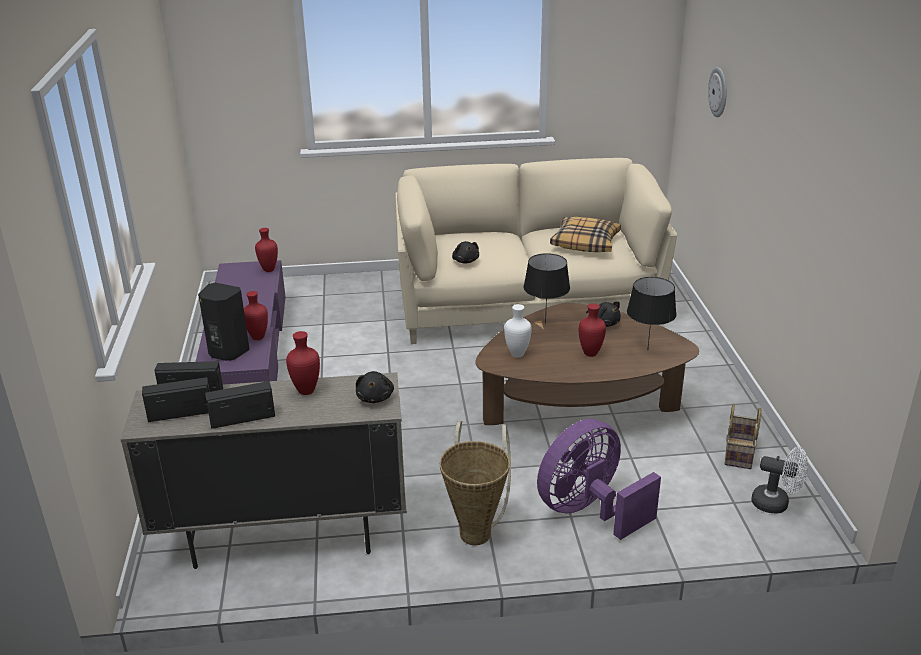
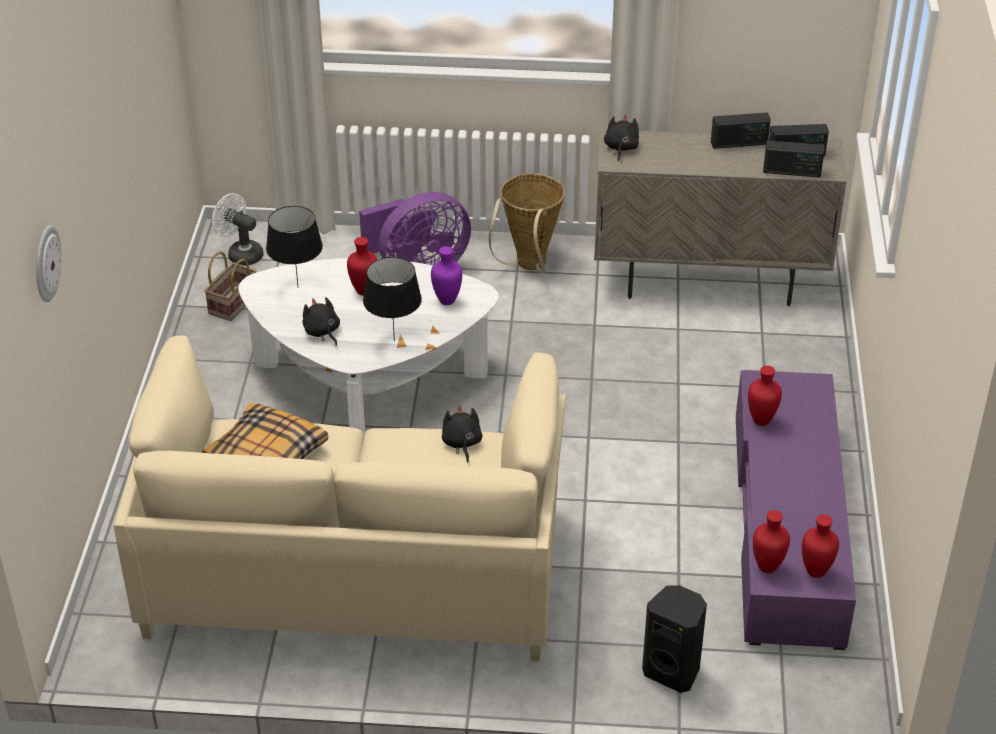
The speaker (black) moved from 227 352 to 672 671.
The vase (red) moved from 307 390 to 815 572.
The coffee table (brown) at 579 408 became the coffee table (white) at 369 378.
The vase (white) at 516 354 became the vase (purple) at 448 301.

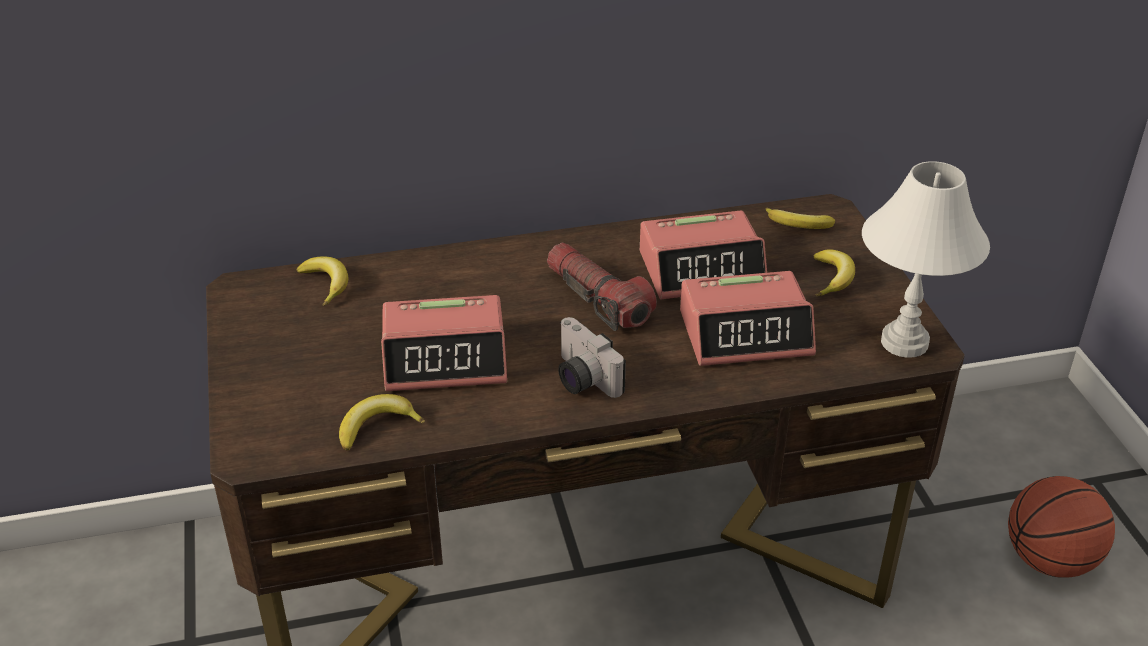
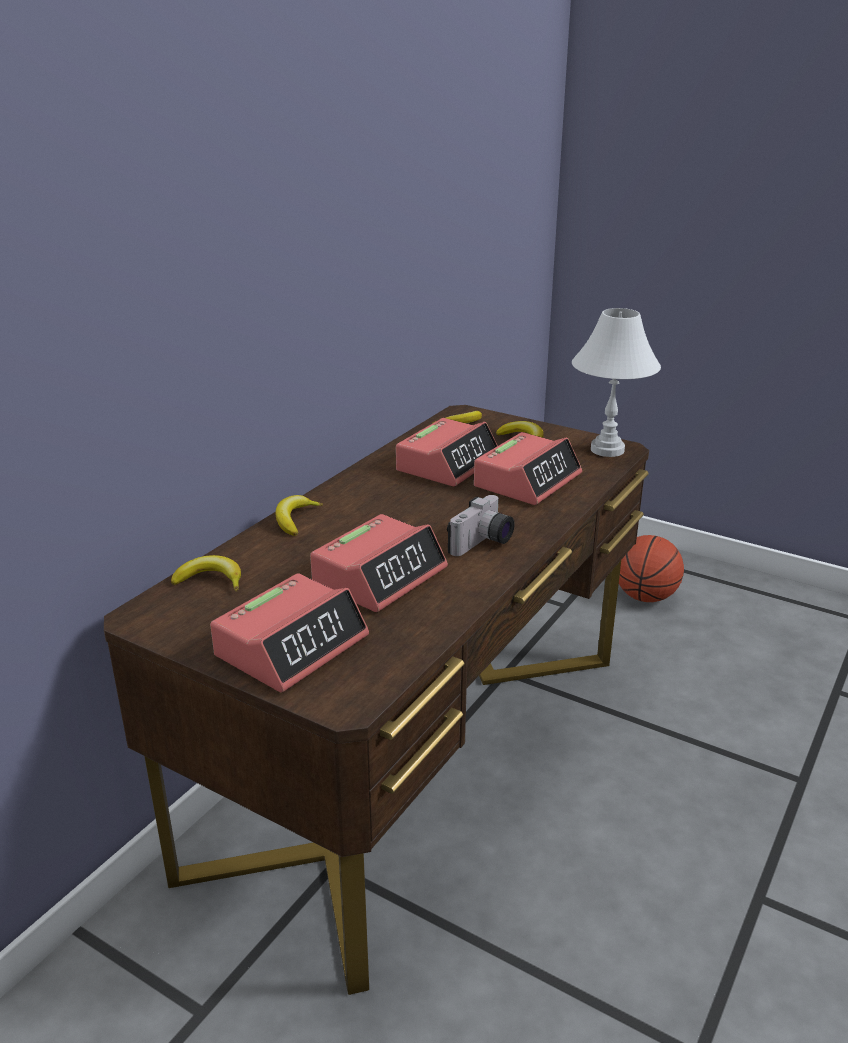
The banana moved from 377 427 to 295 520.
The flashlight at 598 299 disappeared.
The photo camera at 581 379 turned 60 degrees counterclockwise.
The alarm clock at 292 646 appeared.

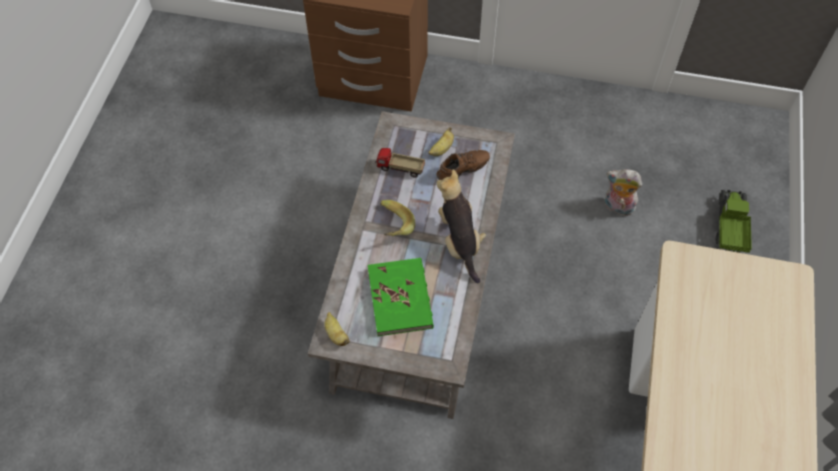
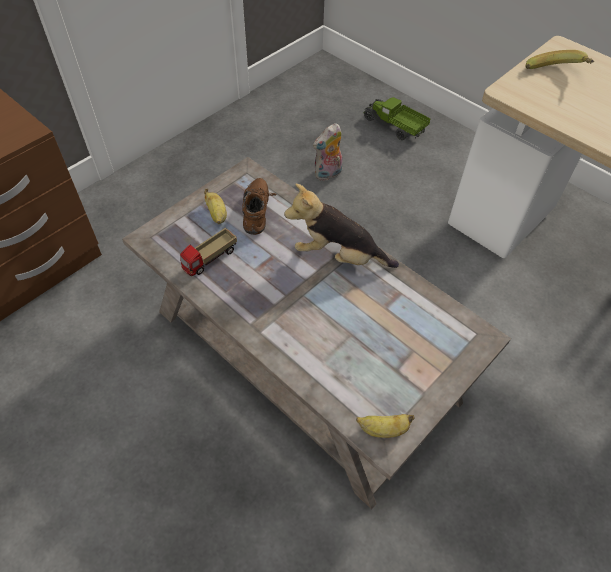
The book (green) at 400 298 disappeared.
The banana moved from 392 227 to 555 75.

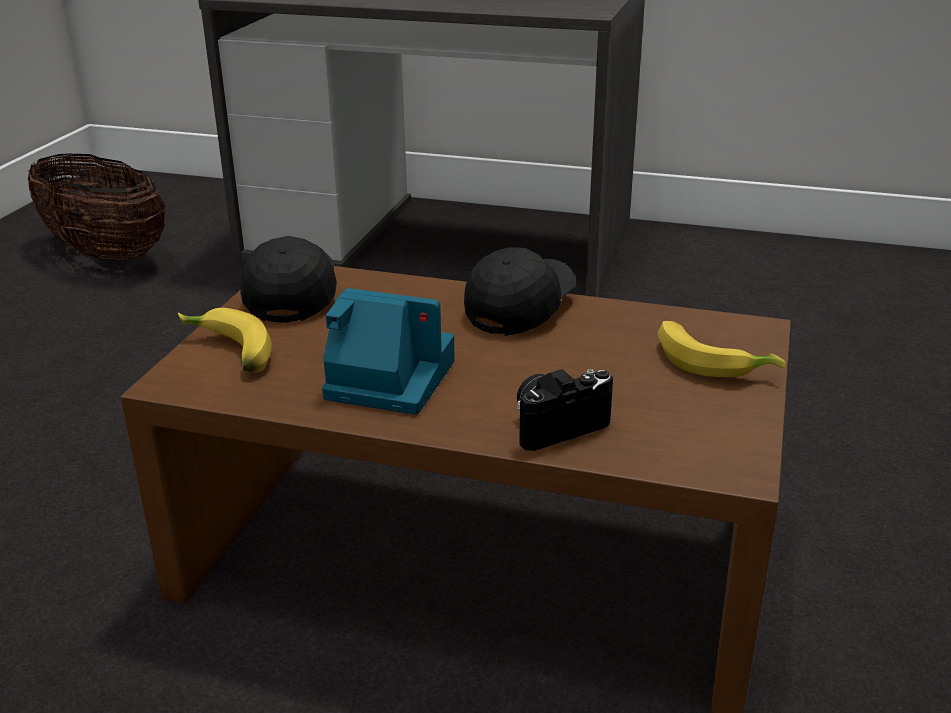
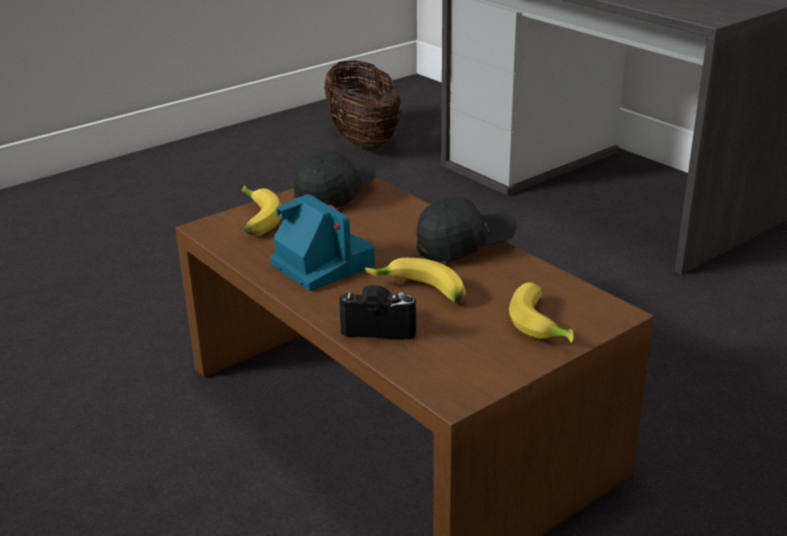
The banana at 418 292 appeared.

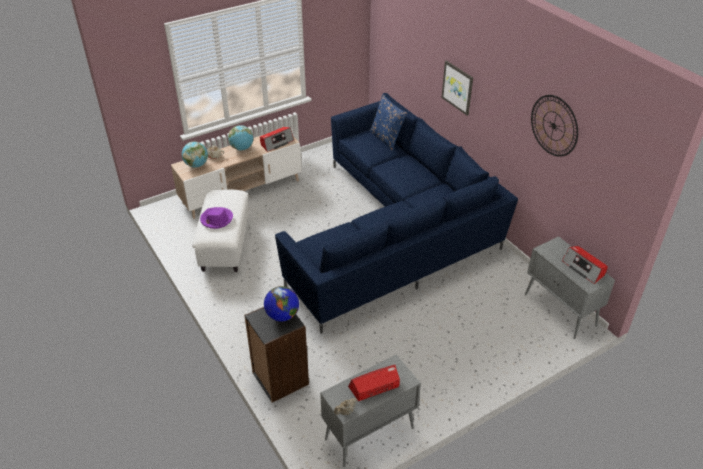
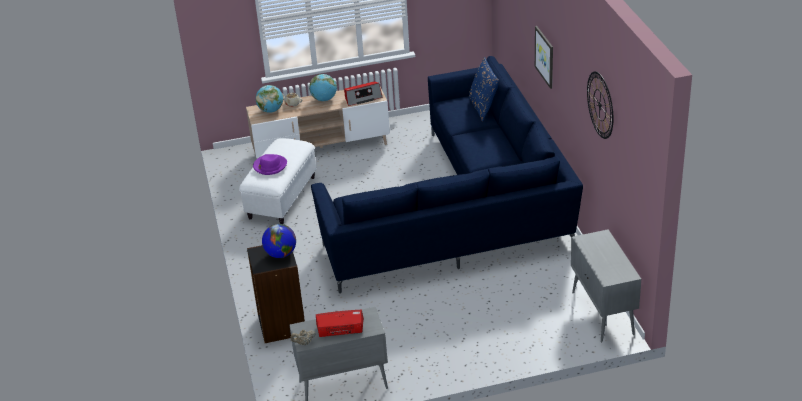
The radio at 584 268 disappeared.

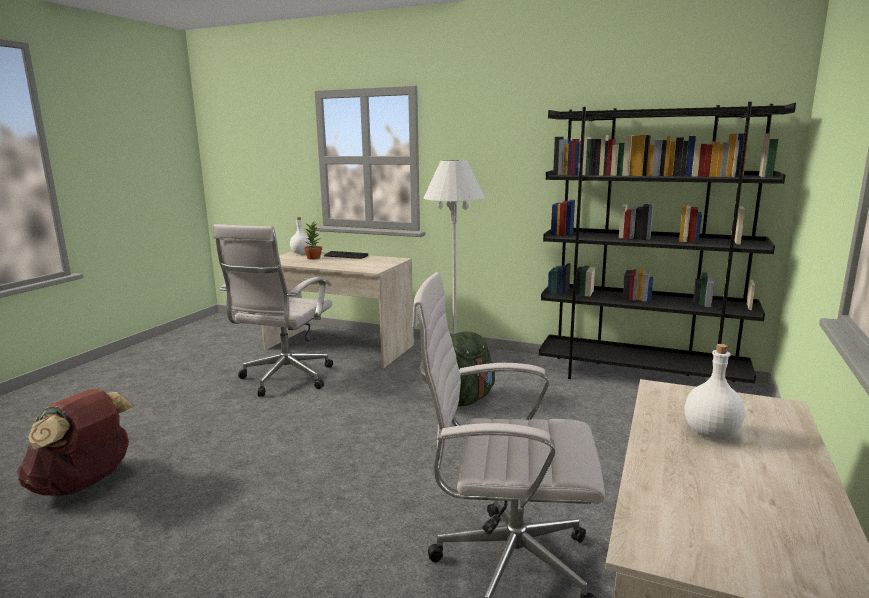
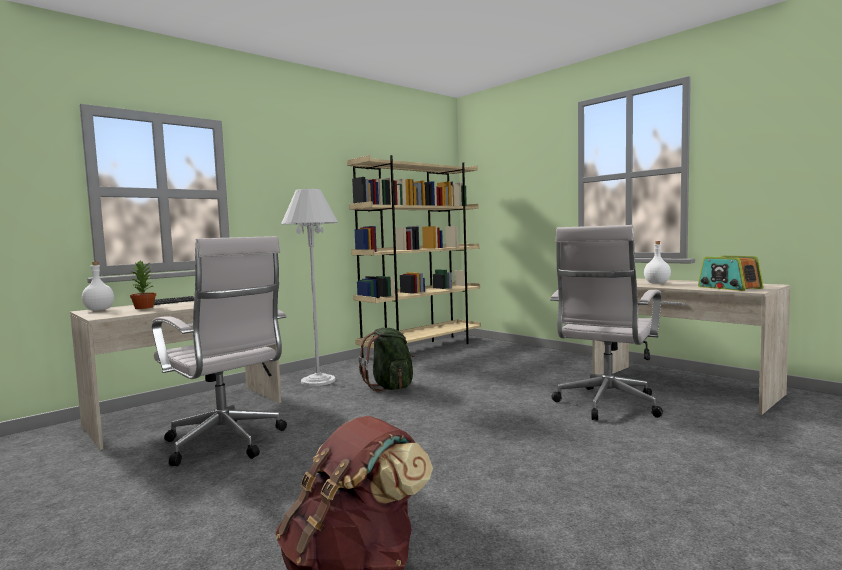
The bookcase (black) at 640 378 became the bookcase (beige) at 422 349.
The radio at 729 288 appeared.

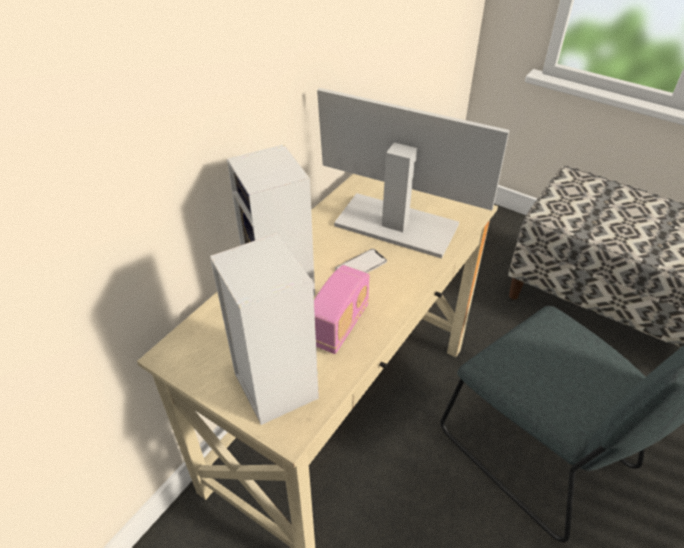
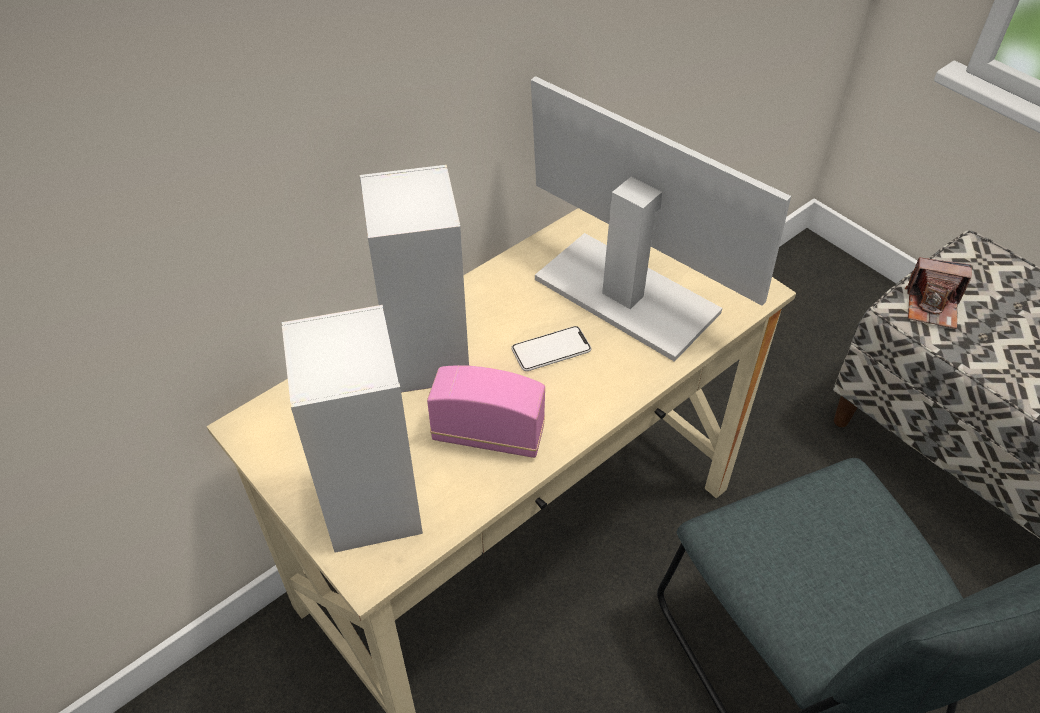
The radio at 339 326 turned 120 degrees counterclockwise.
The photo camera at 932 306 appeared.

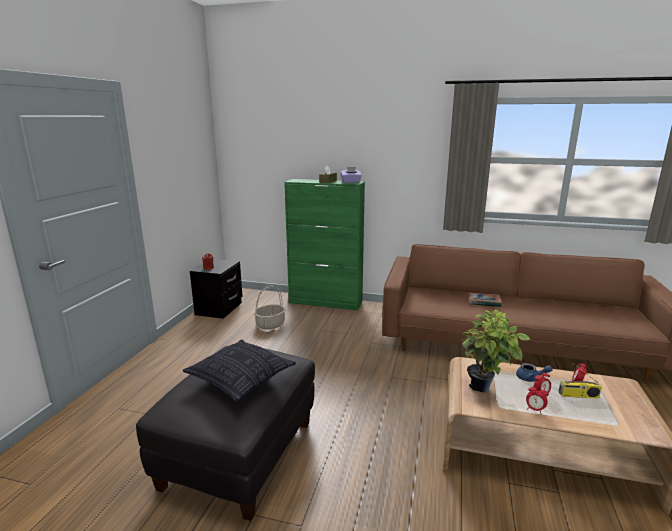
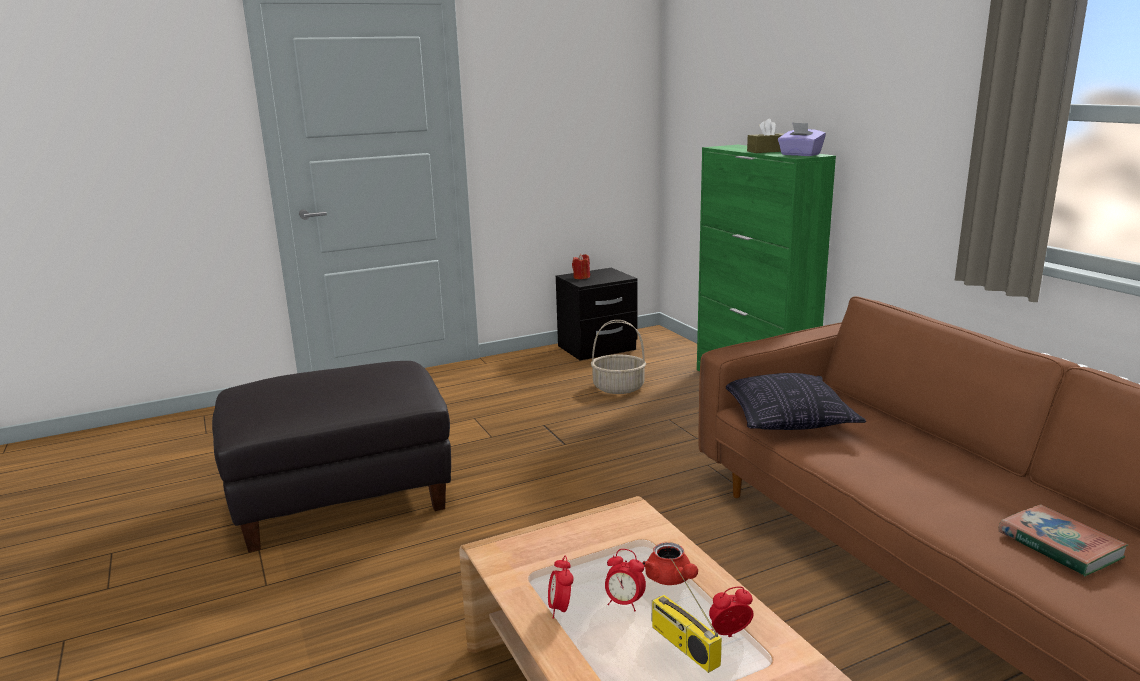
The pillow moved from 240 379 to 786 419.
The potted plant at 484 390 disappeared.
The book moved from 484 302 to 1059 545.
The teapot (blue) at 531 378 became the teapot (red) at 671 579.

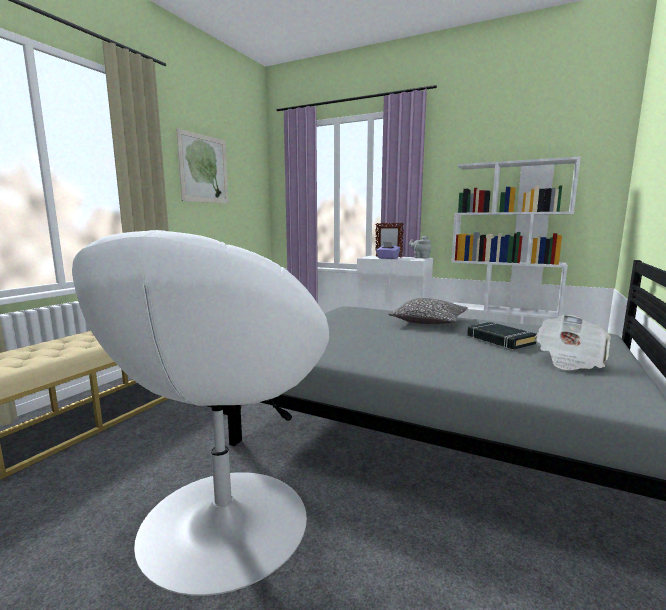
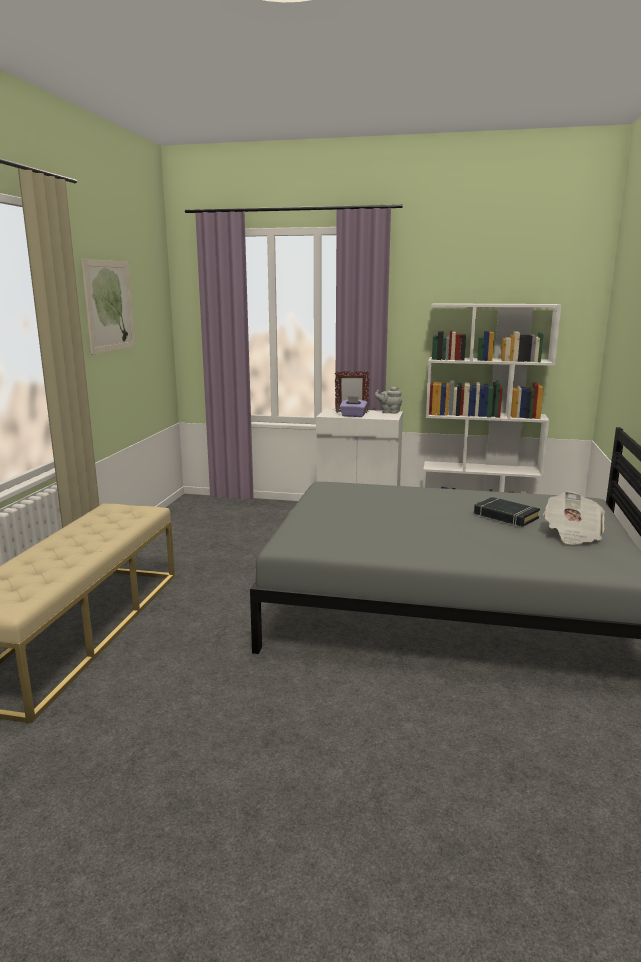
The armchair (white) at 222 525 disappeared.
The pillow at 428 321 disappeared.

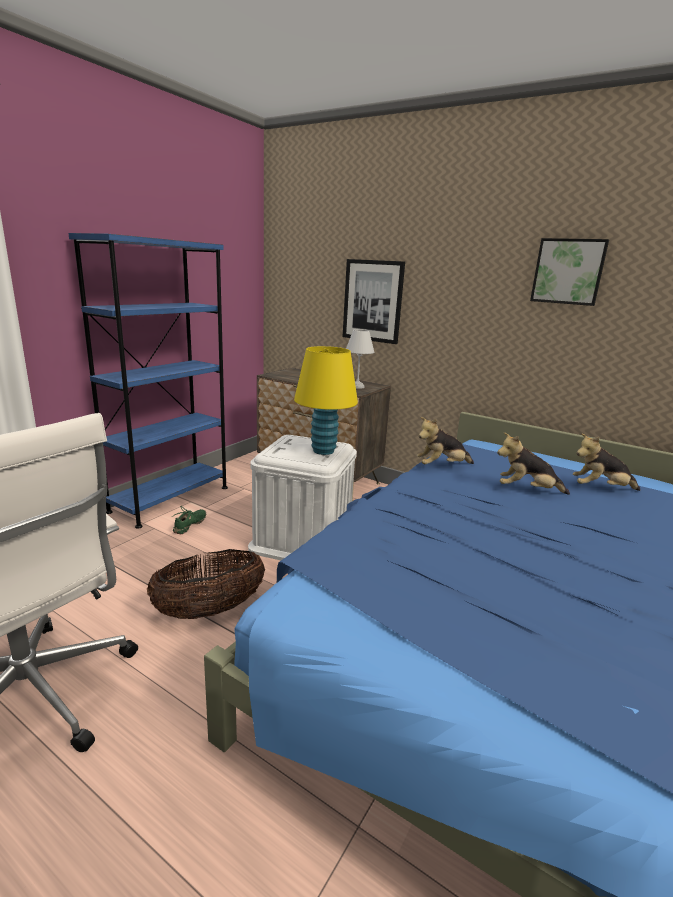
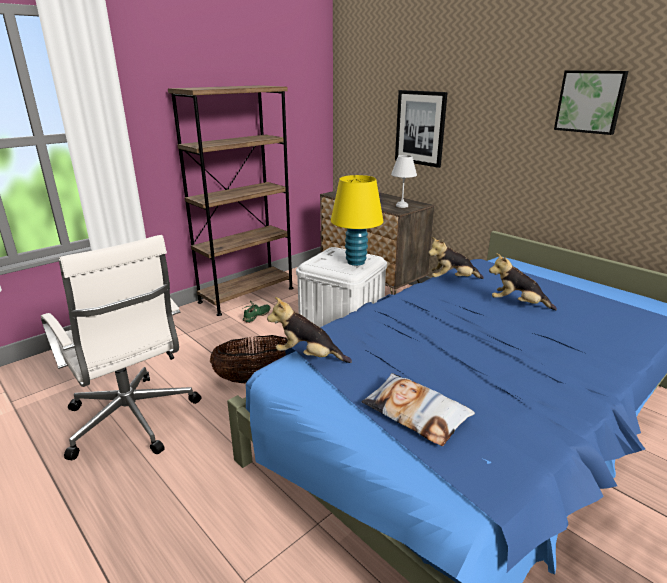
The bookcase (blue) at 170 499 became the bookcase (brown) at 247 295.
The plush toy moved from 600 488 to 308 357.
The pillow at 416 413 appeared.

